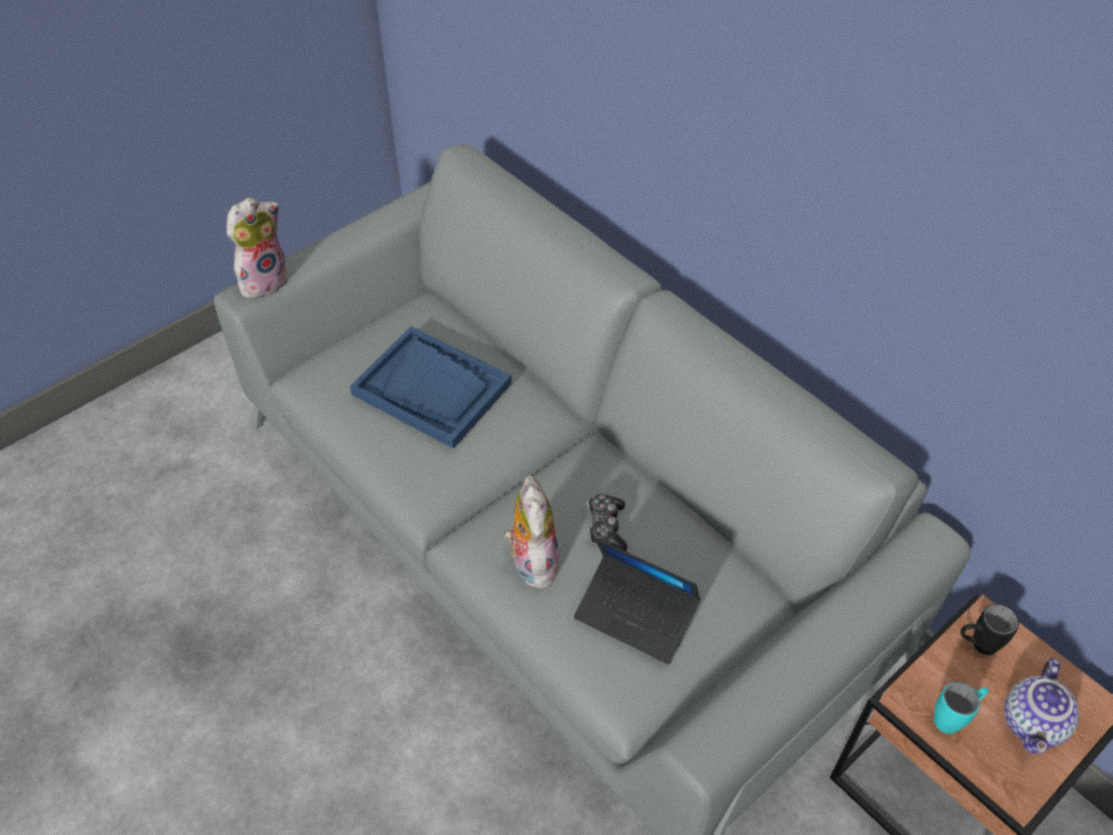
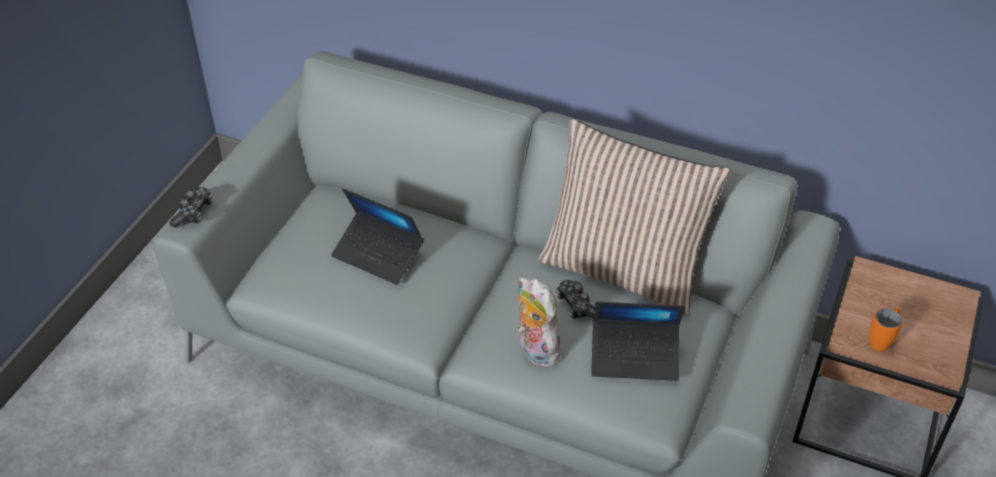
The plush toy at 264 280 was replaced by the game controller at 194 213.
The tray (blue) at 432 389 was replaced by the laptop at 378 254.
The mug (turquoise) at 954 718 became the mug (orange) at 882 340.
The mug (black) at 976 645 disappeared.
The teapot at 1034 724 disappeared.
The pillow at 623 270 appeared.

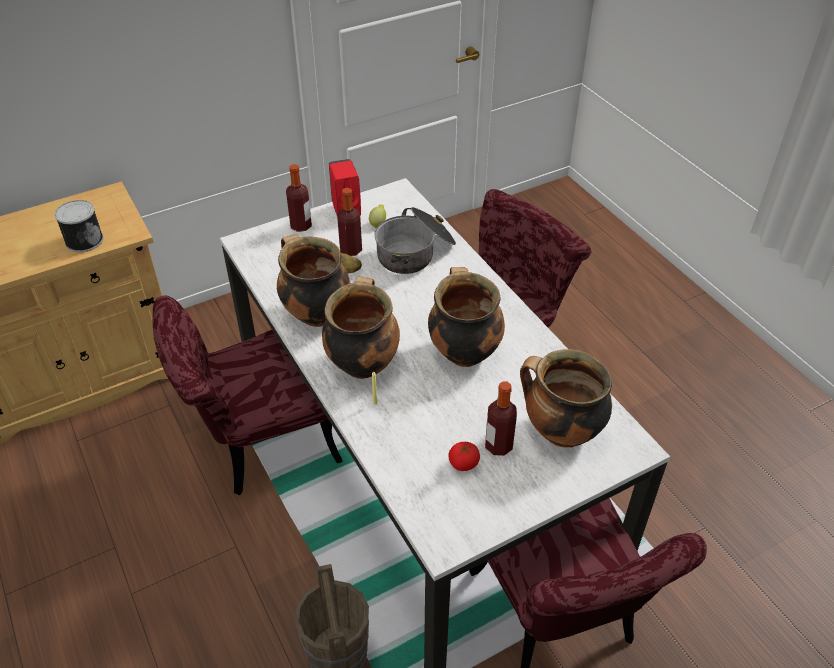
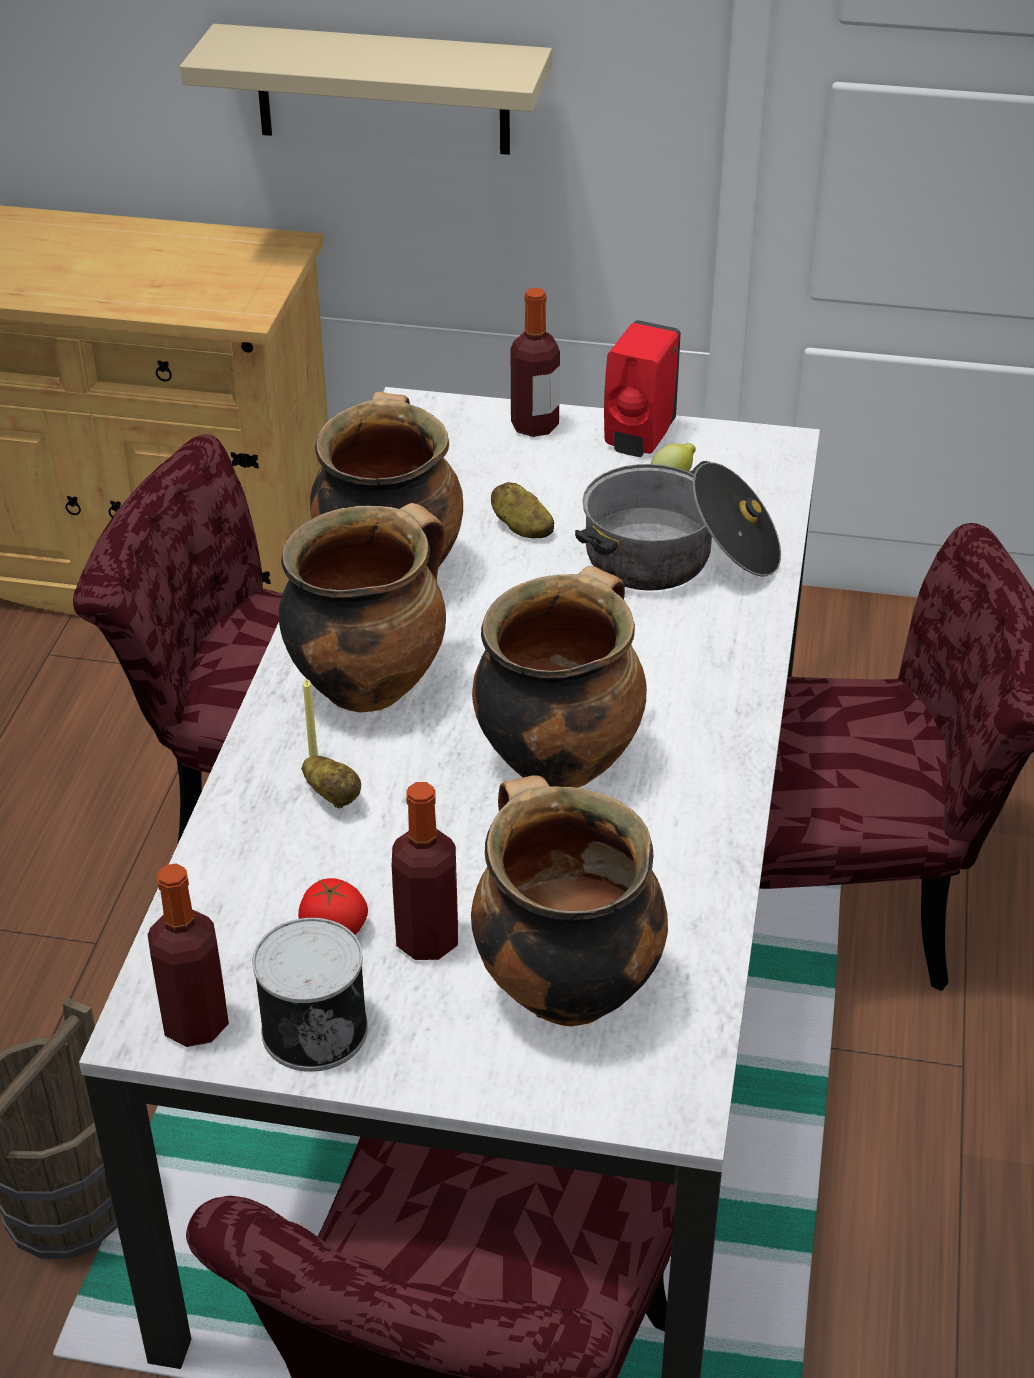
The can moved from 84 240 to 314 1027.
The bottle moved from 351 250 to 196 1023.
The shelf (beige) at 383 90 appeared.
The potato at 333 795 appeared.

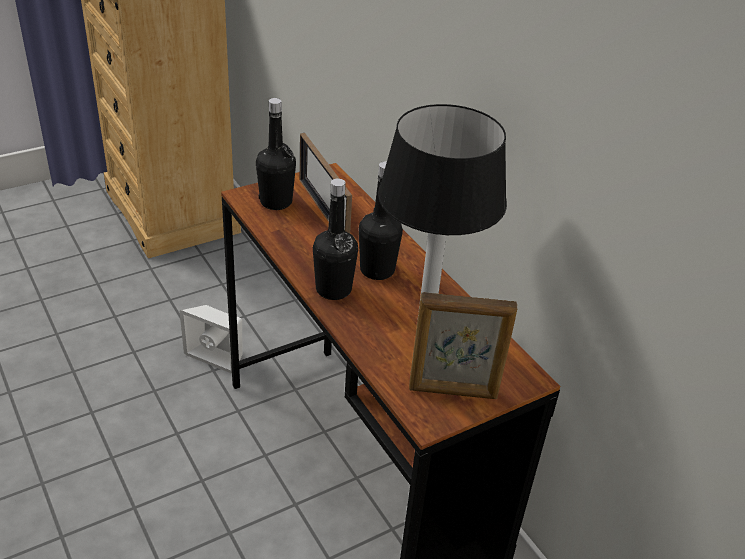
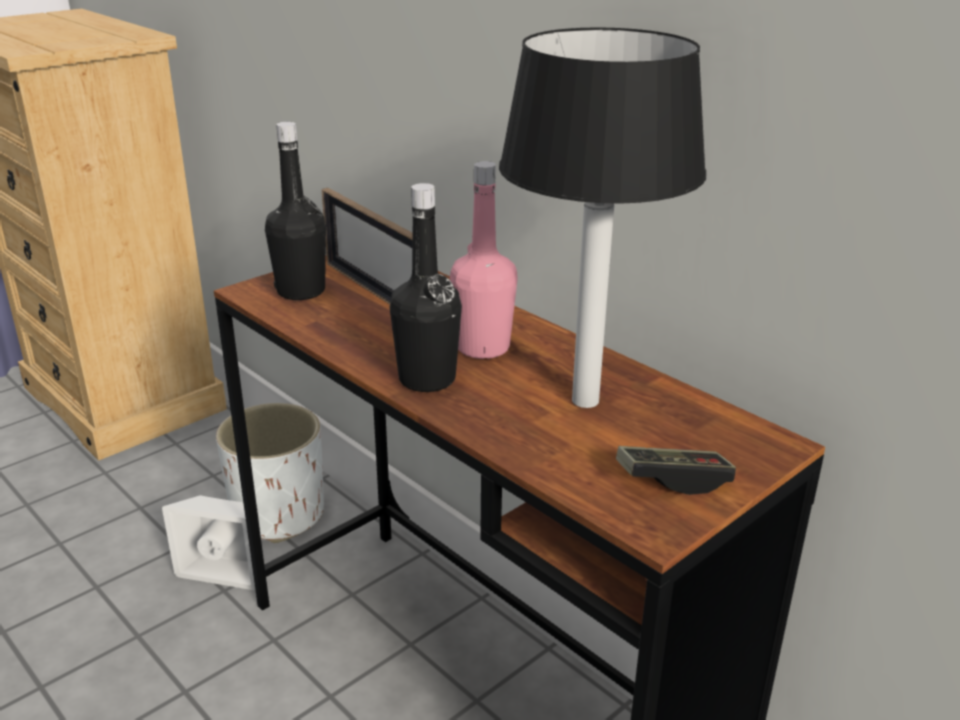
The bottle (black) at 377 270 became the bottle (pink) at 482 347.
The picture frame at 453 391 was replaced by the game controller at 673 480.
The planter (white) at 278 515 appeared.

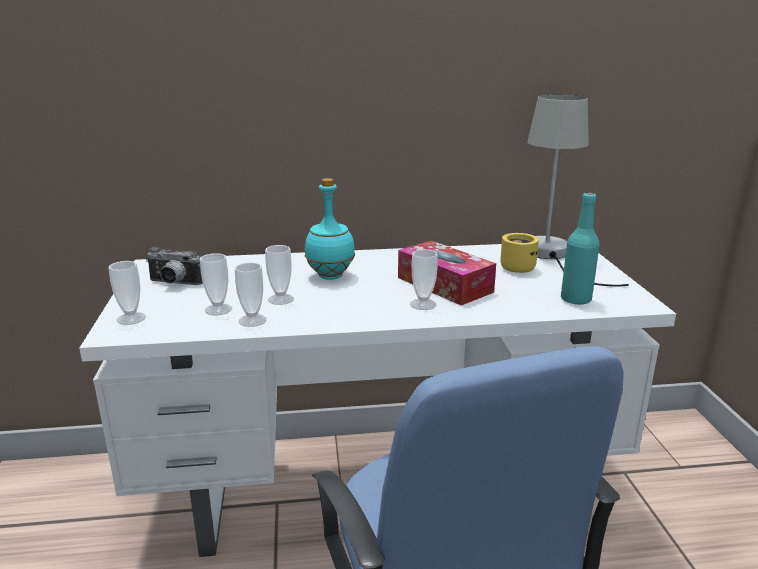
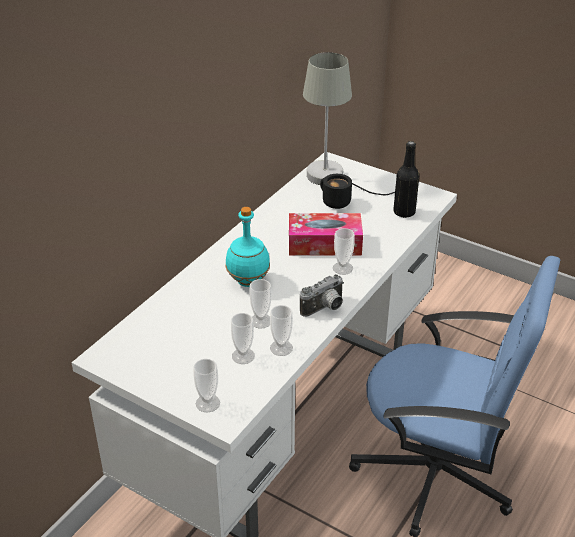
The photo camera moved from 173 284 to 325 309.
The mug (yellow) at 515 267 became the mug (black) at 333 202.
The bottle (turquoise) at 575 299 became the bottle (black) at 404 212.

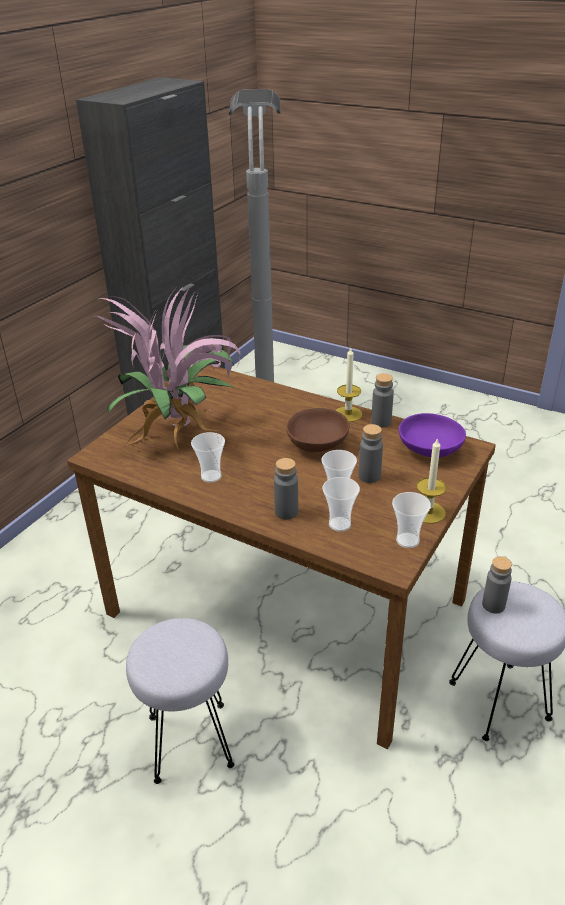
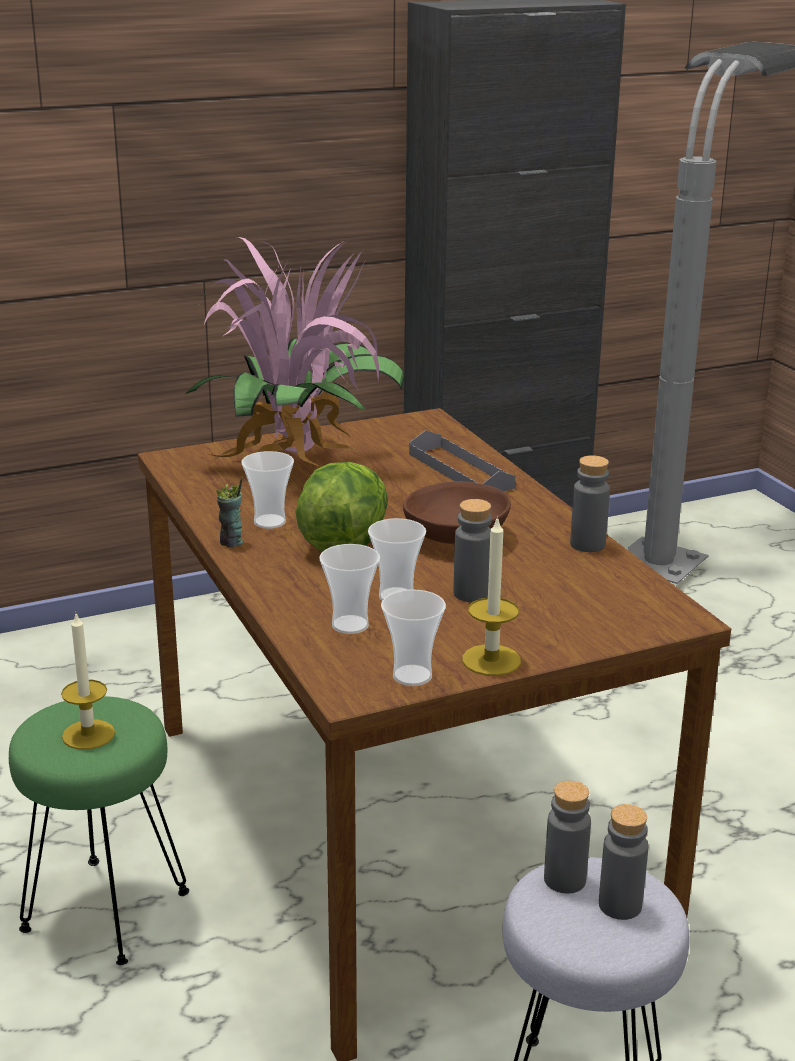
The stool (grey) at 188 741 became the stool (green) at 104 909.
The bottle (grey) moved from 286 512 to 620 905.
The candle moved from 348 414 to 88 734.
The bowl (purple) at 429 449 disappeared.
The cup at 231 542 appeared.
The lettuce at 344 541 appeared.
The tray (grey) at 460 470 appeared.

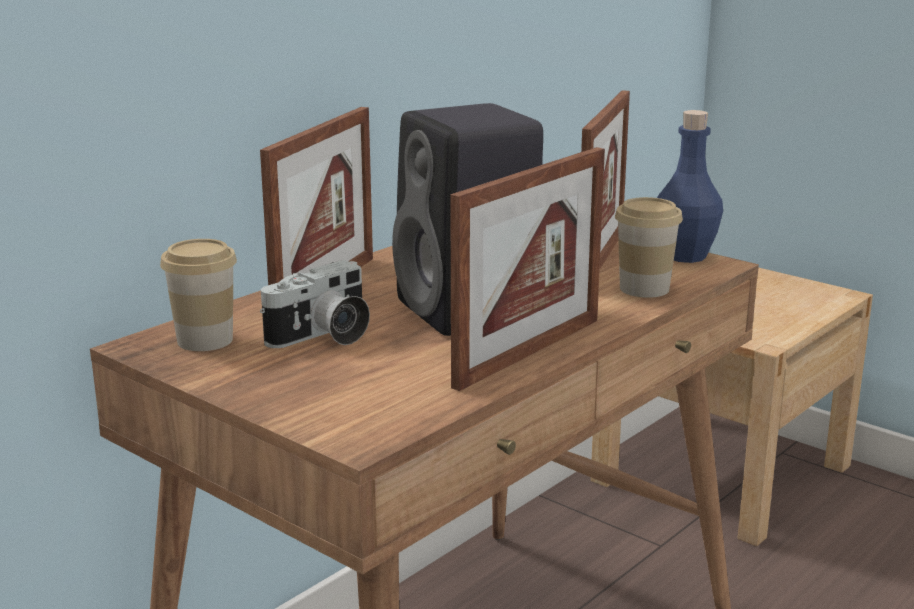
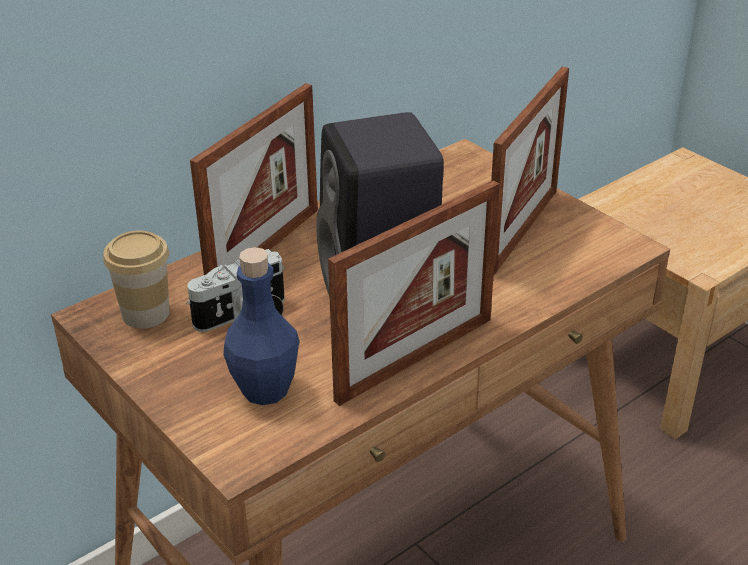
The cup at 644 288 disappeared.
The bottle (blue) moved from 685 256 to 265 390.

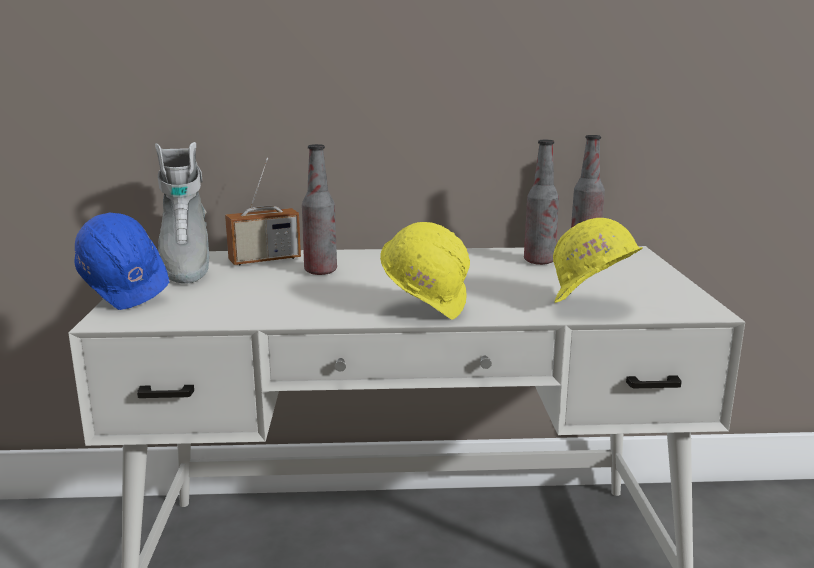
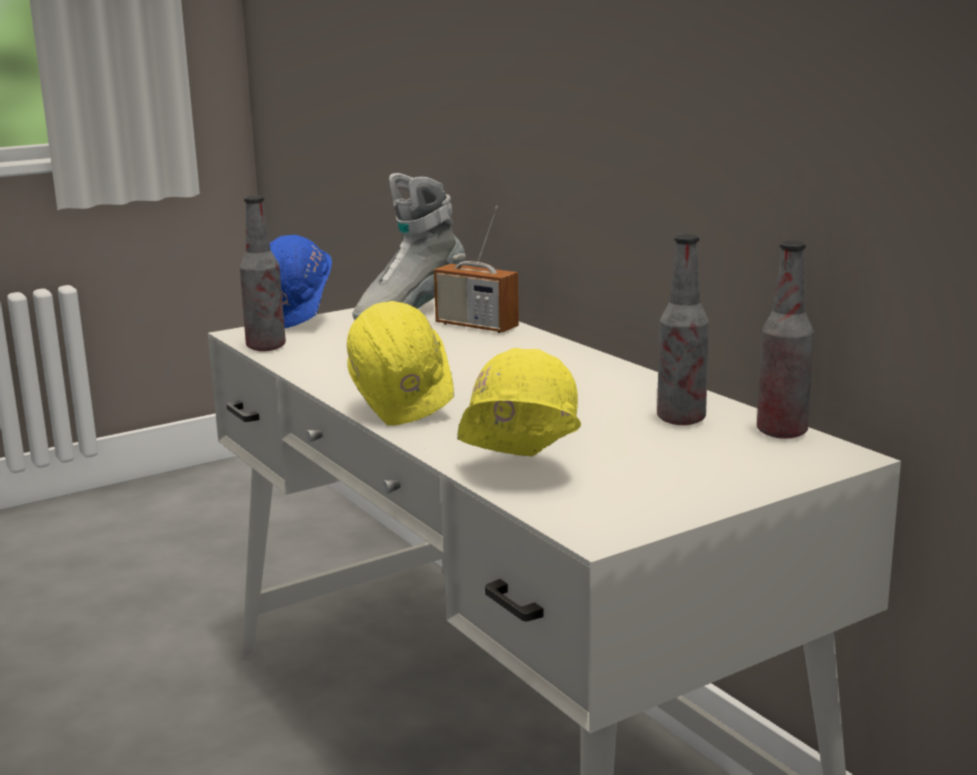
The bottle moved from 320 271 to 266 347.

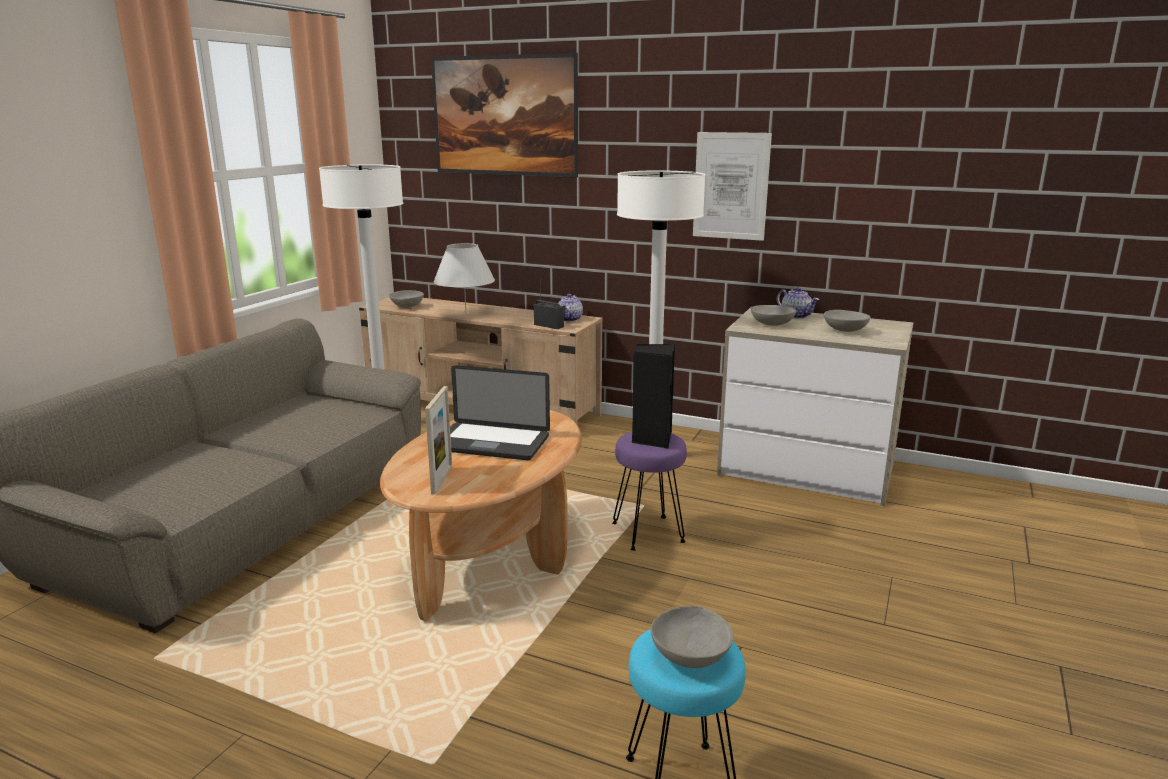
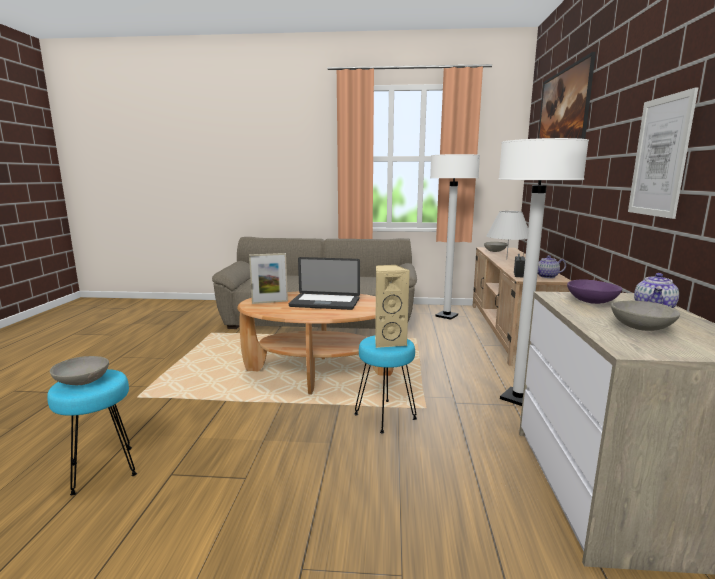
The laptop at 491 443 turned 75 degrees counterclockwise.
The stool (purple) at 648 532 became the stool (turquoise) at 385 416.
The speaker (black) at 652 439 became the speaker (beige) at 388 341.
The bowl (grey) at 772 324 became the bowl (purple) at 591 302.

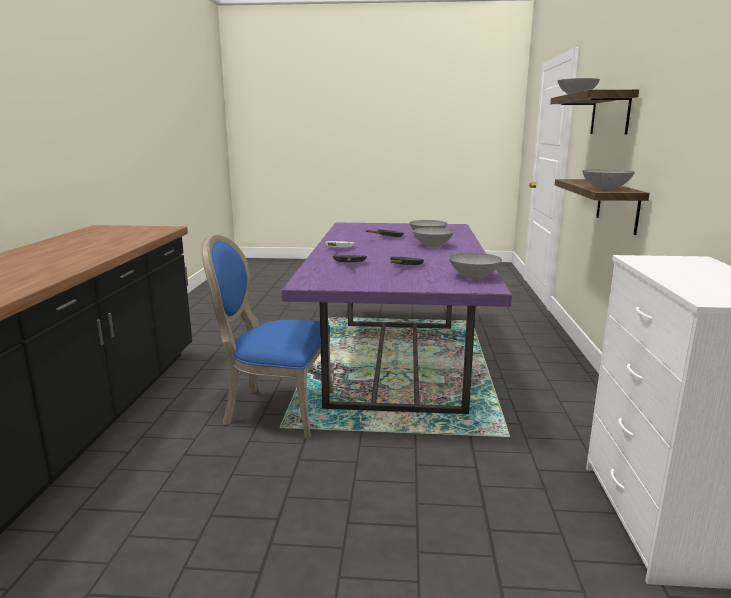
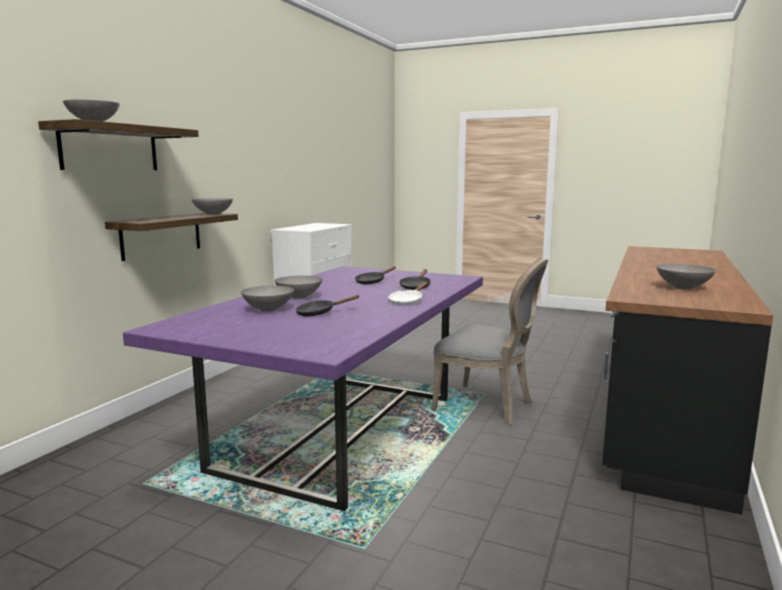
The chair (blue) at 275 409 became the chair (grey) at 487 406.
The bowl (grey) moved from 474 277 to 682 288.

